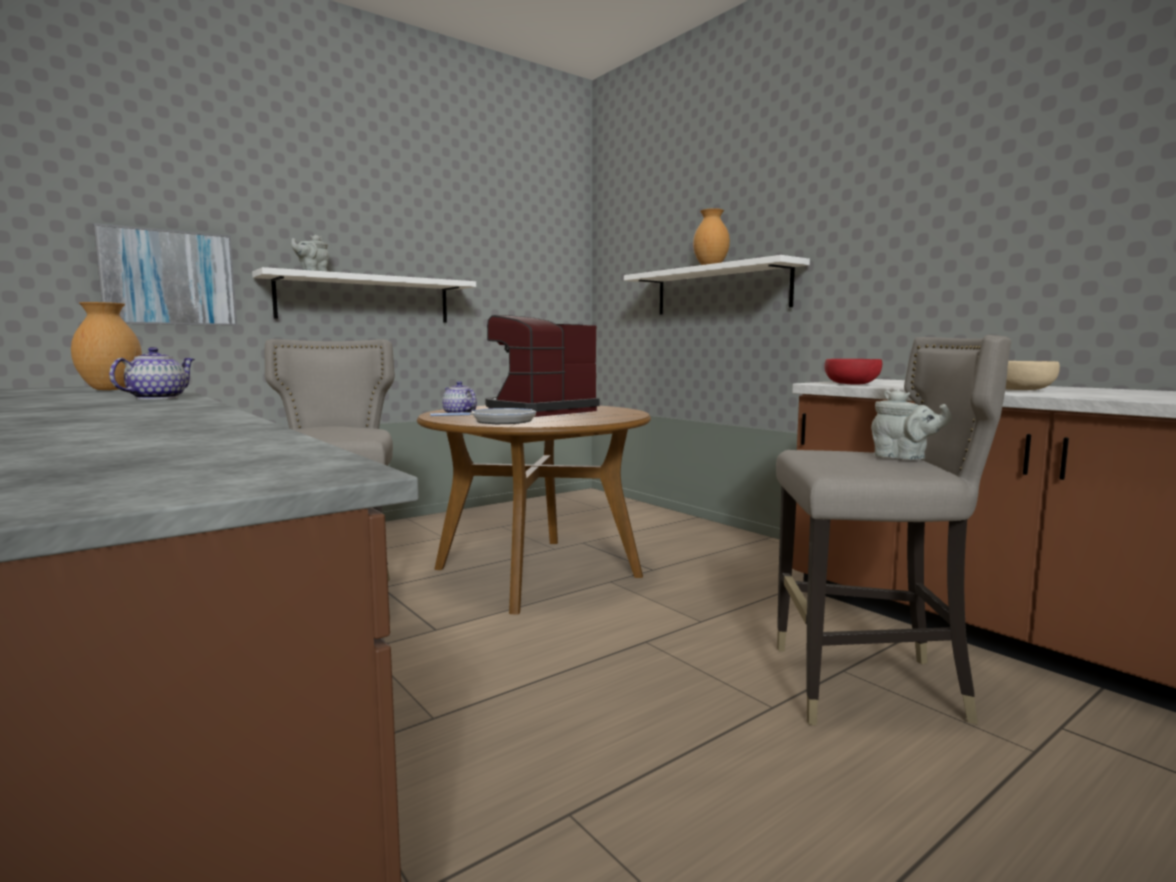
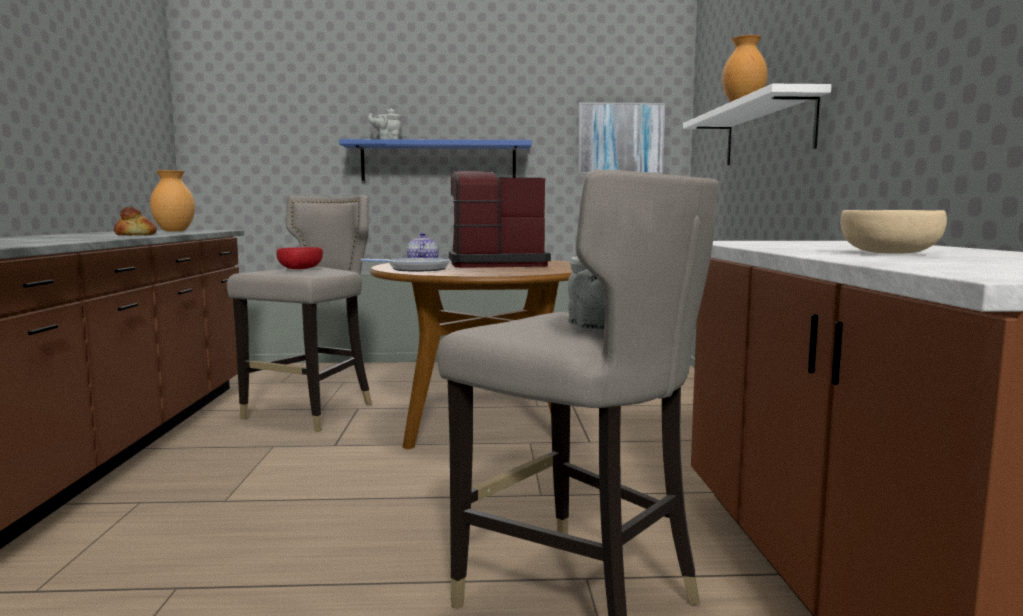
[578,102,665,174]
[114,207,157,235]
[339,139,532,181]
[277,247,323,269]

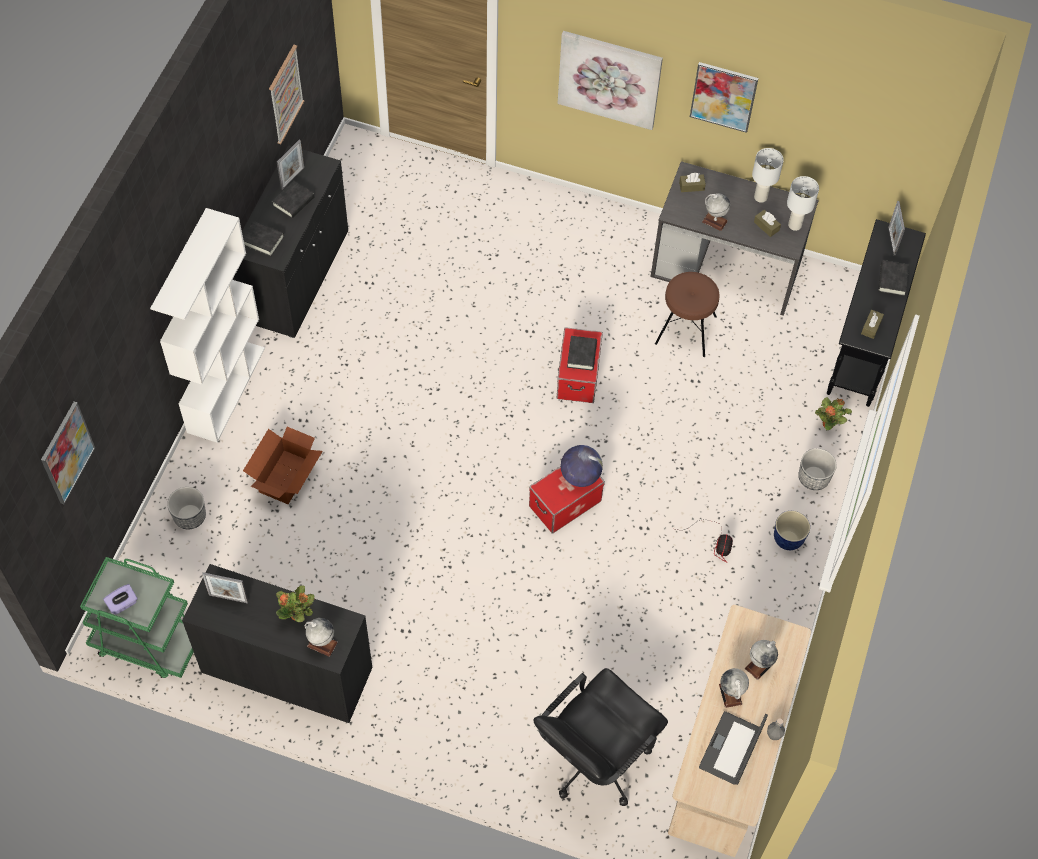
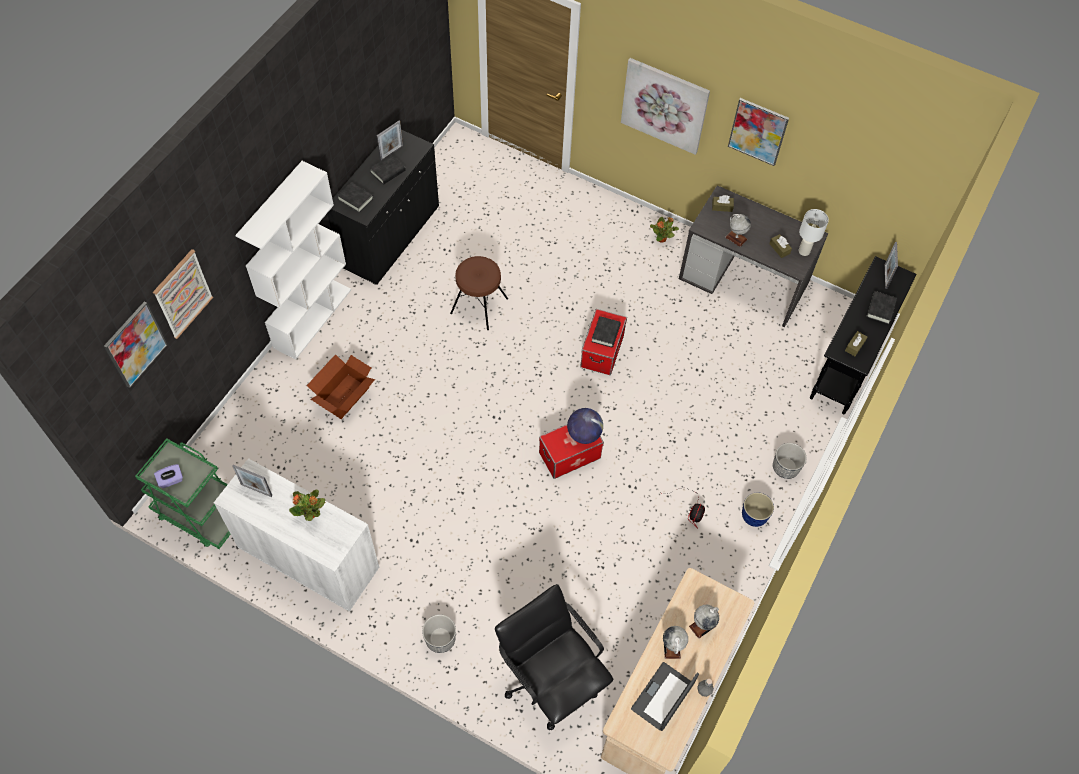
[422,614,456,653]
[214,458,379,612]
[153,249,213,339]
[305,618,338,657] (first image)
[495,584,613,730]
[450,256,508,330]
[752,148,784,203] (first image)
[650,217,679,242]

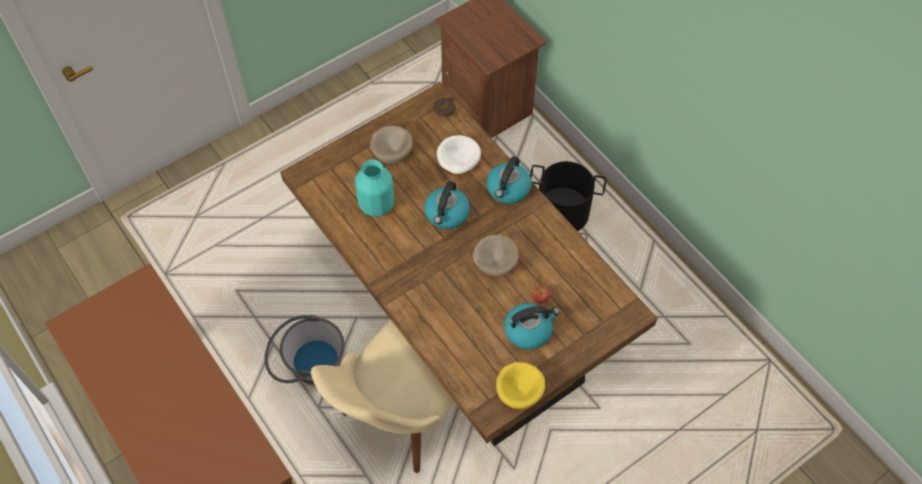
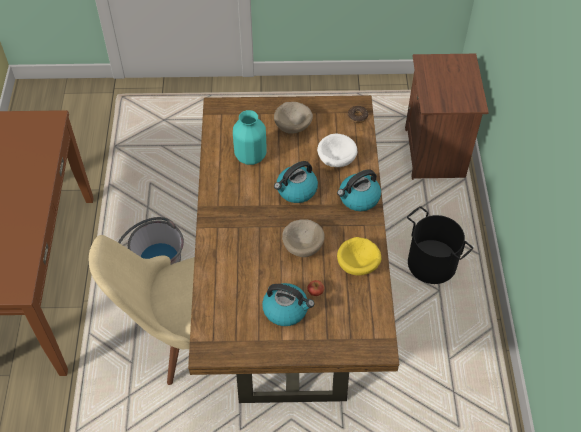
[337,237,382,275]

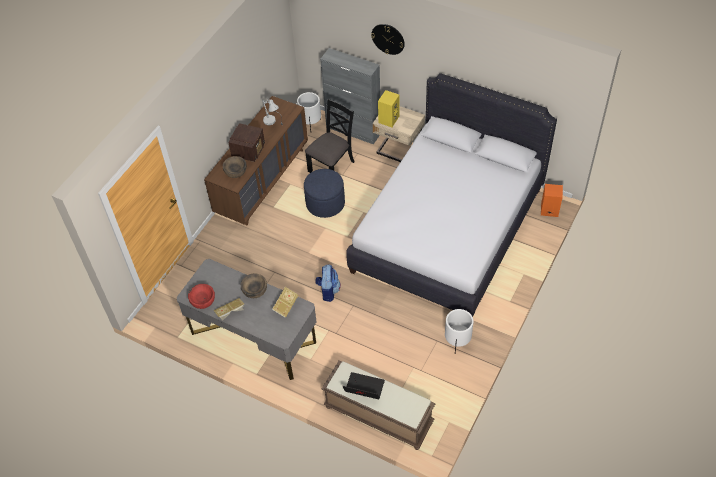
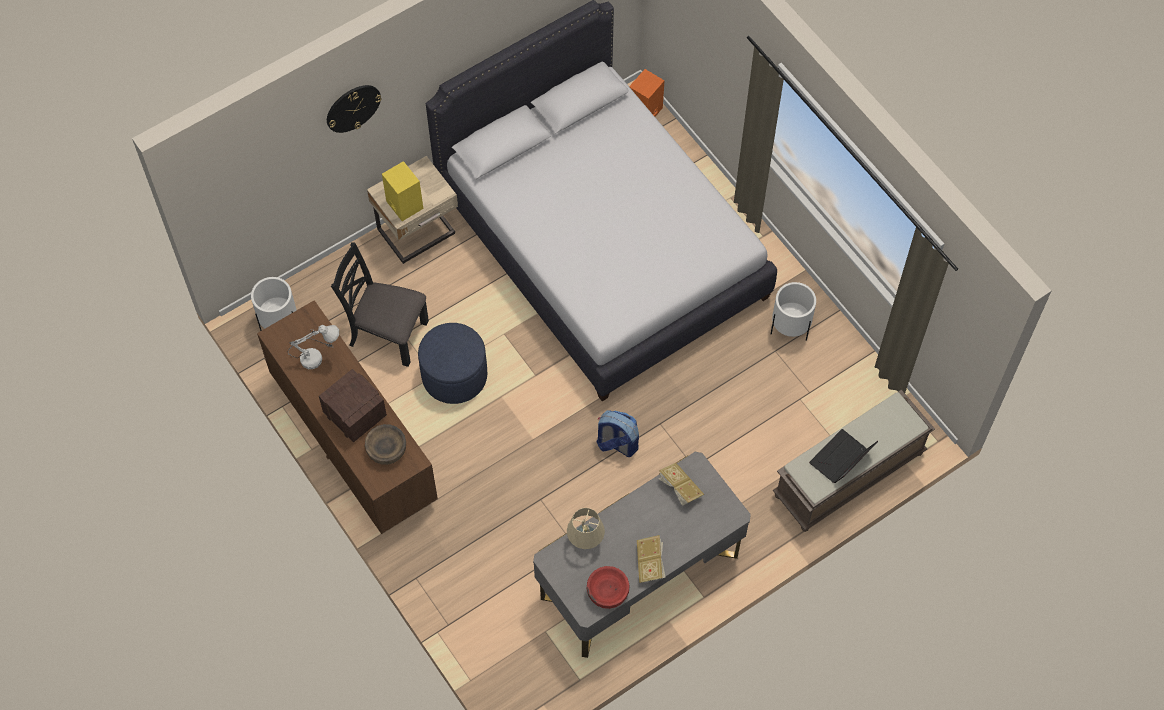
[241,273,267,298] (first image)
[331,242,429,367]
[320,48,380,144] (first image)
[567,508,605,549]

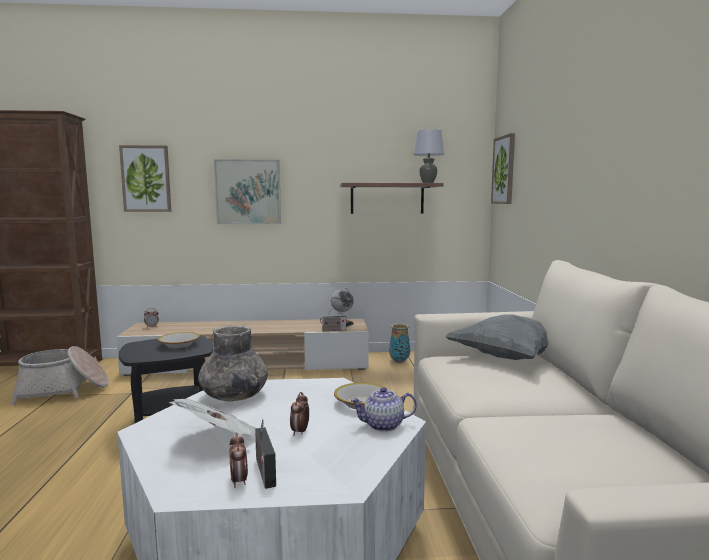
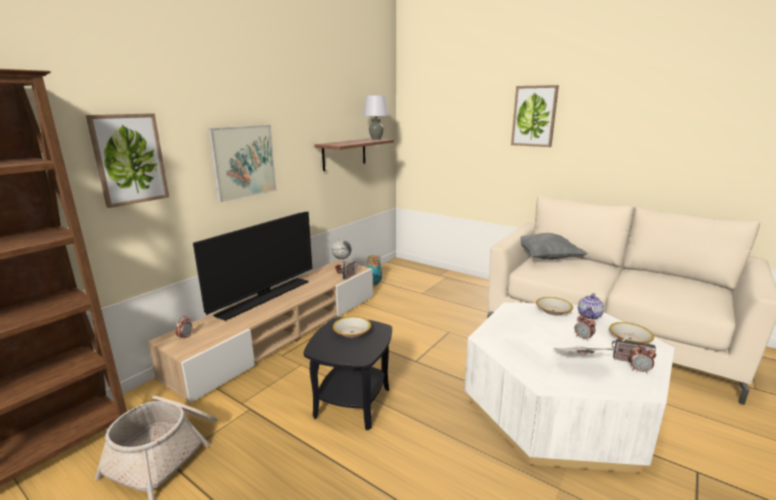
[198,325,268,401] (first image)
[511,85,559,147]
[193,211,312,321]
[609,322,654,343]

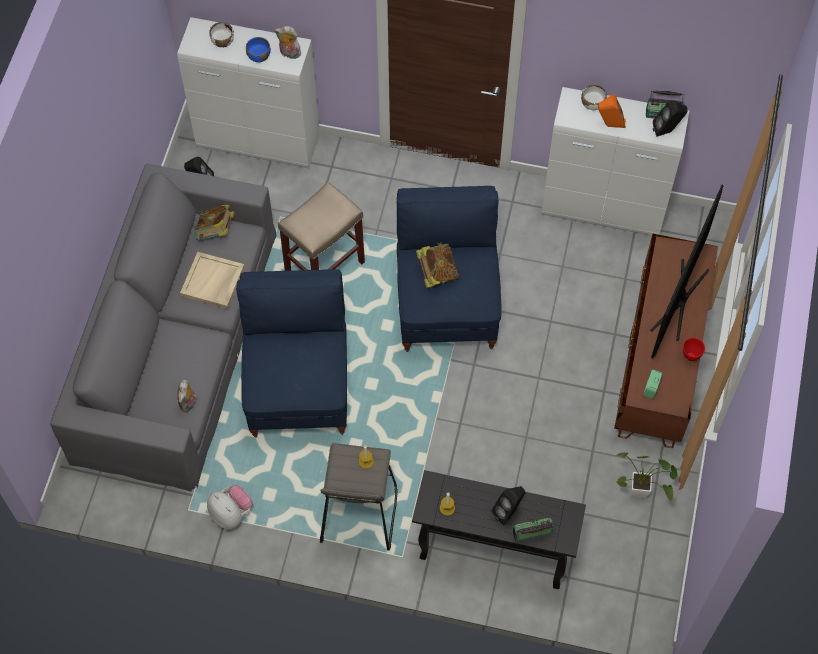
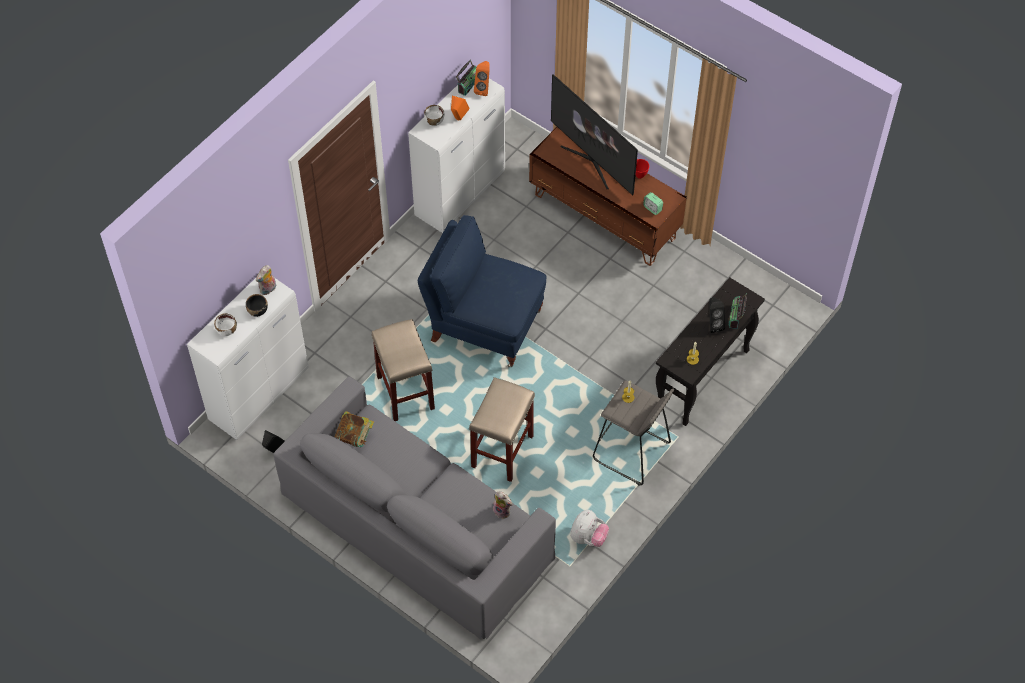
[180,252,245,309] (first image)
[570,510,609,547]
[469,377,535,482]
[246,294,268,317]
[416,242,459,288] (first image)
[616,453,678,501] (first image)
[474,61,490,96]

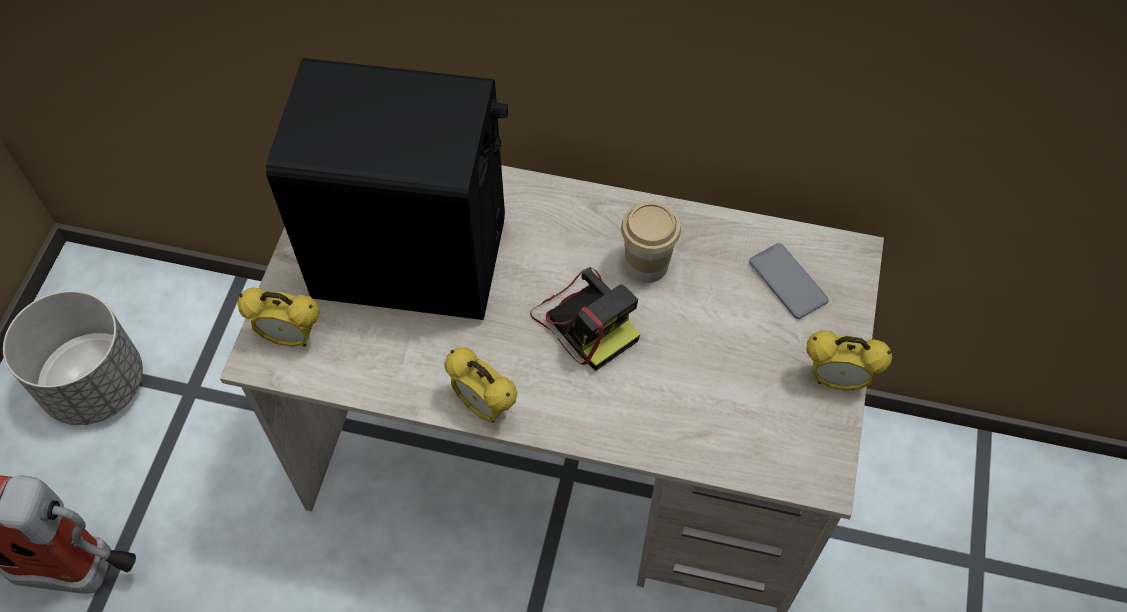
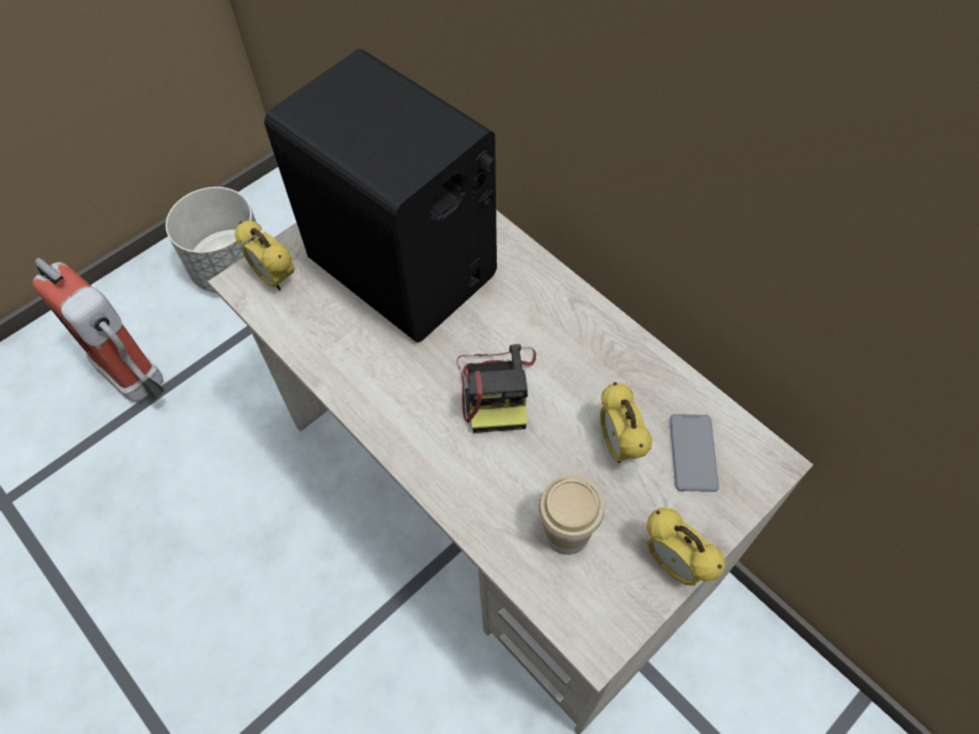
[600,382,652,463]
[539,476,605,555]

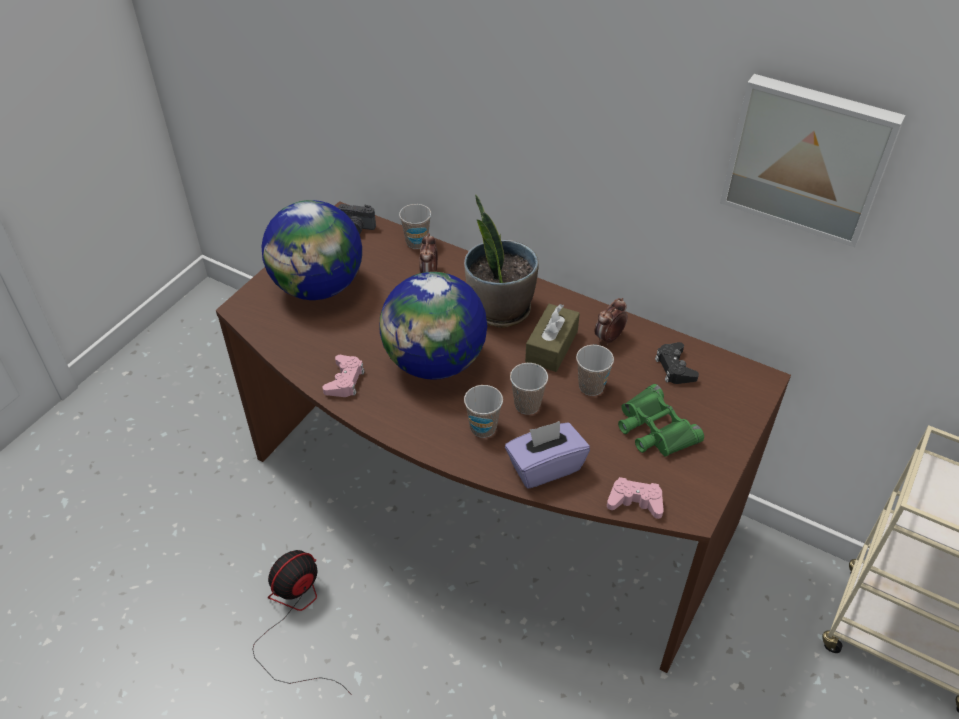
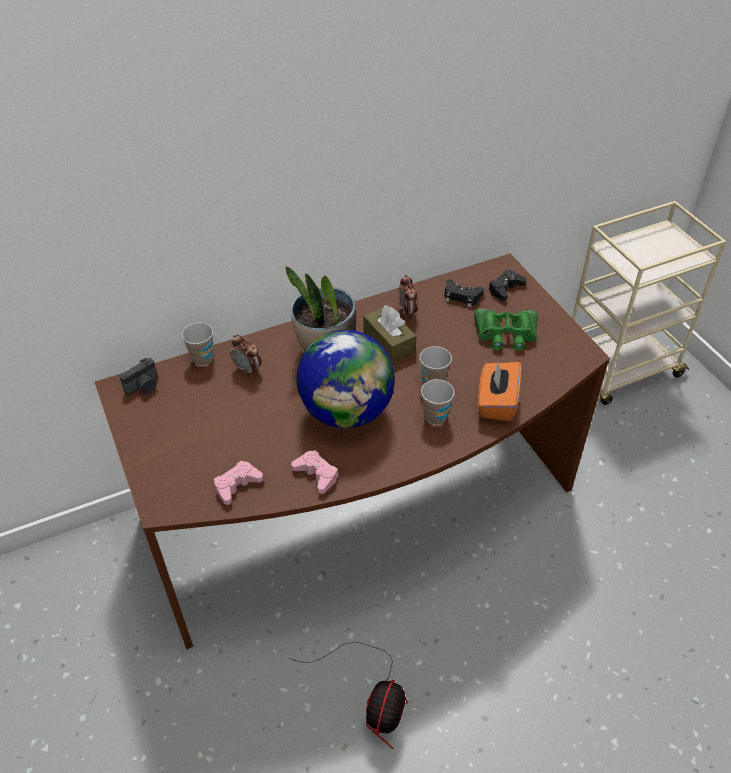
[289,642,408,749]
[262,200,362,300] (first image)
[478,362,522,422]
[576,345,614,396] (first image)
[214,461,263,505]
[720,74,906,247] (first image)
[488,270,527,301]

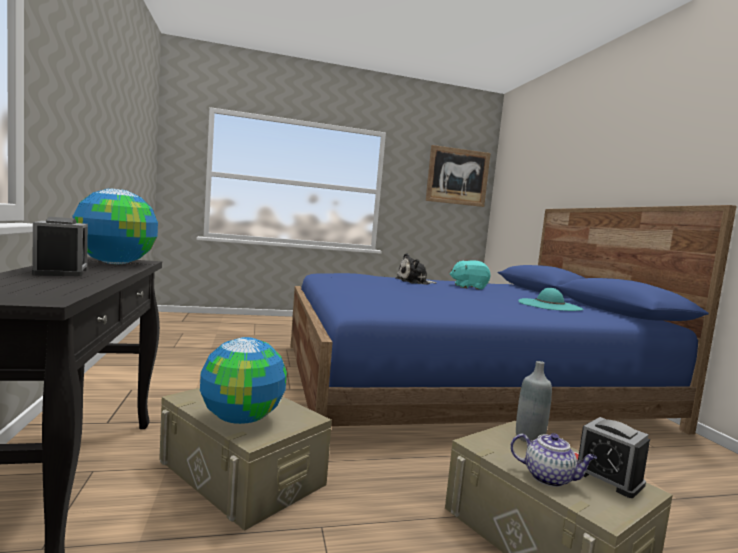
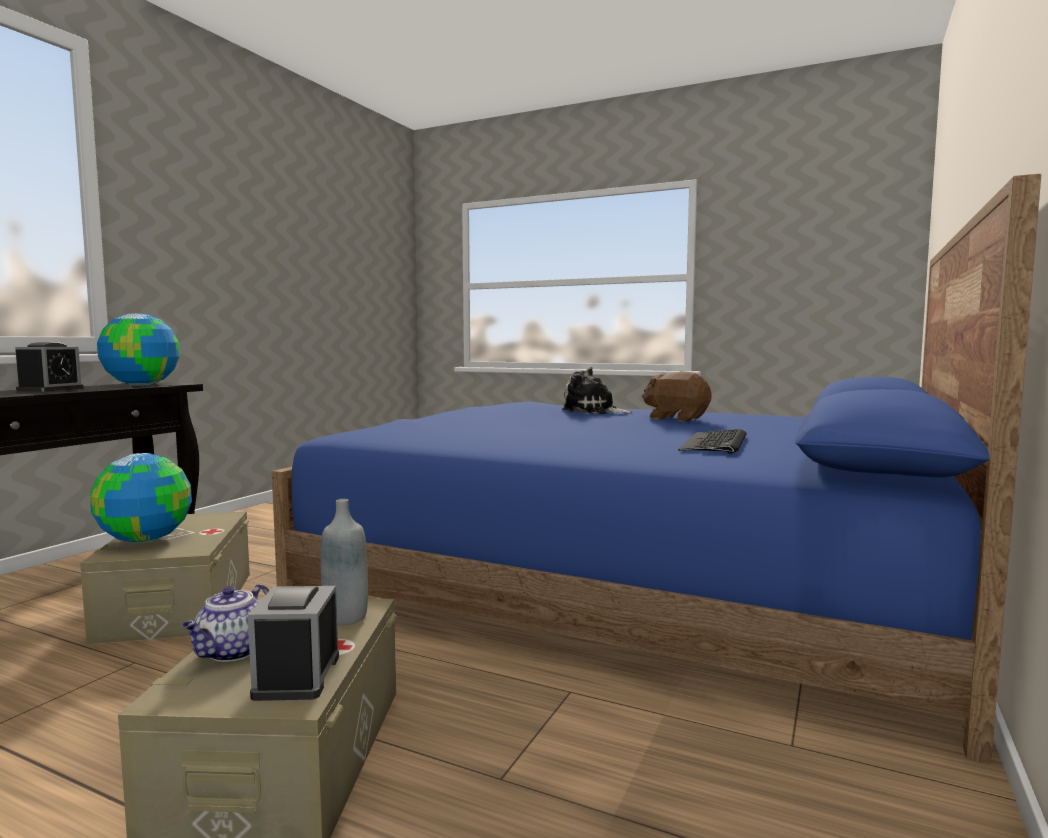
[426,145,491,207] (first image)
[642,371,712,422]
[182,584,270,662]
[678,429,747,454]

